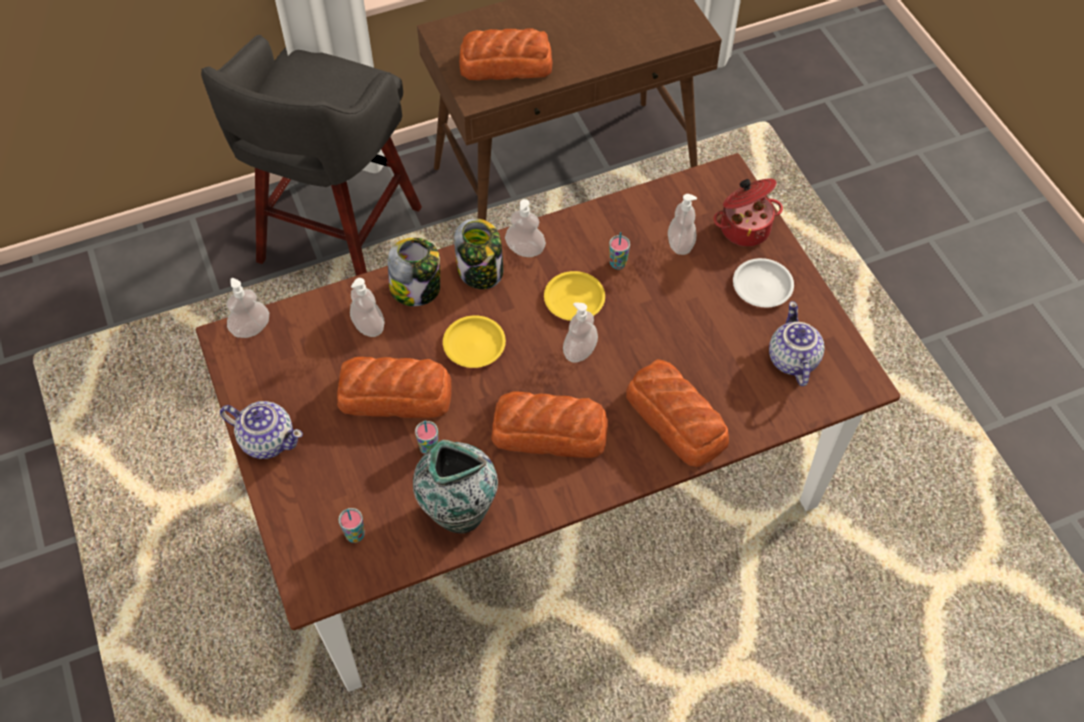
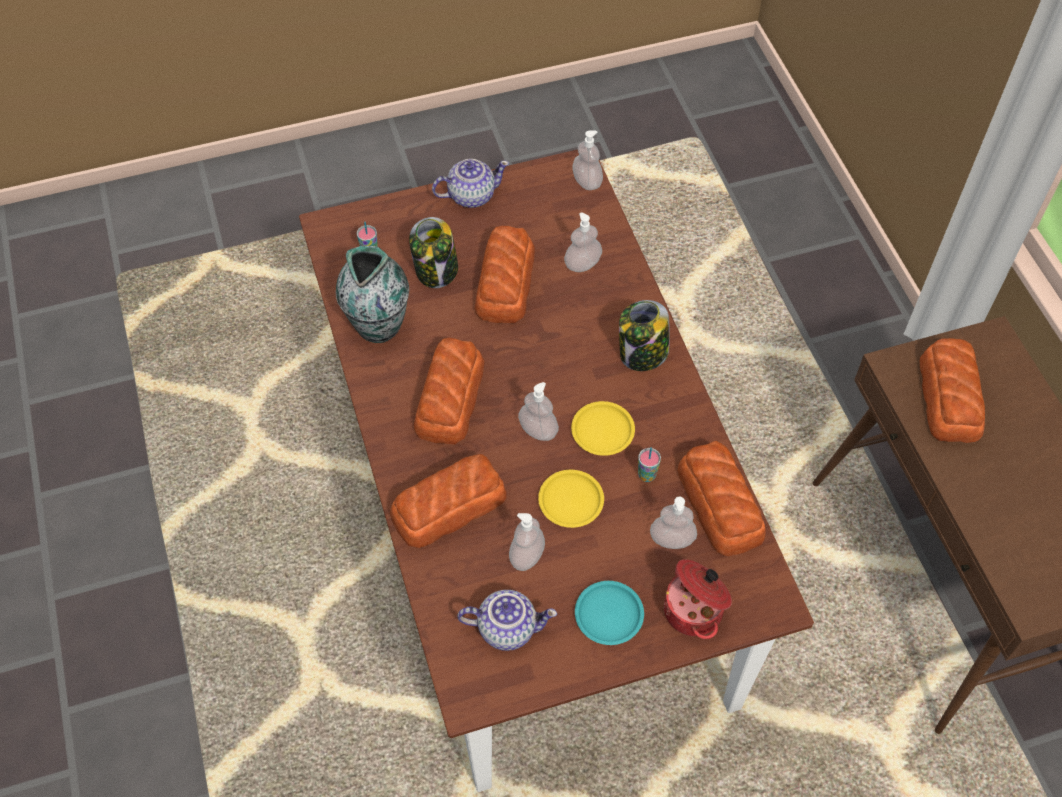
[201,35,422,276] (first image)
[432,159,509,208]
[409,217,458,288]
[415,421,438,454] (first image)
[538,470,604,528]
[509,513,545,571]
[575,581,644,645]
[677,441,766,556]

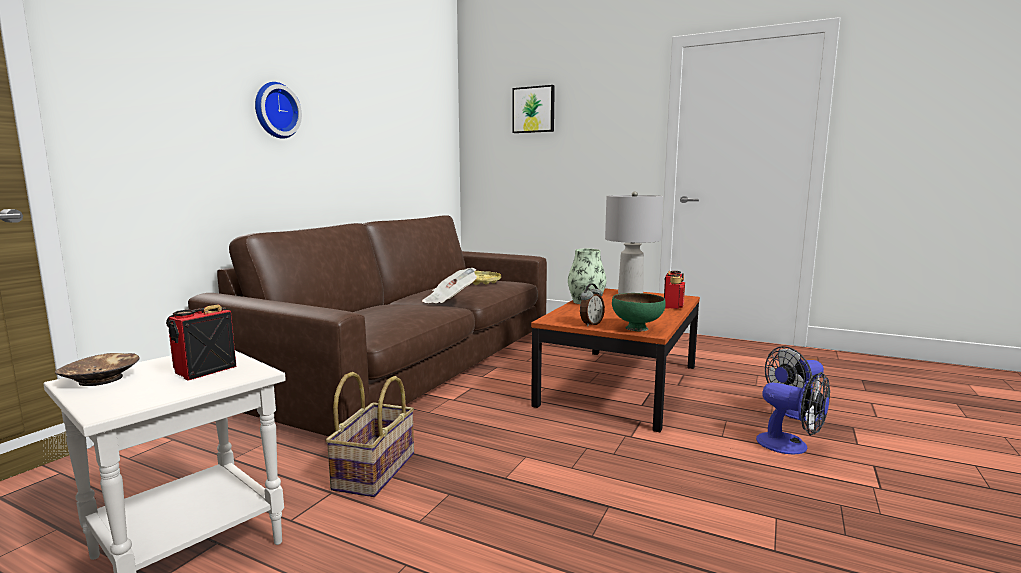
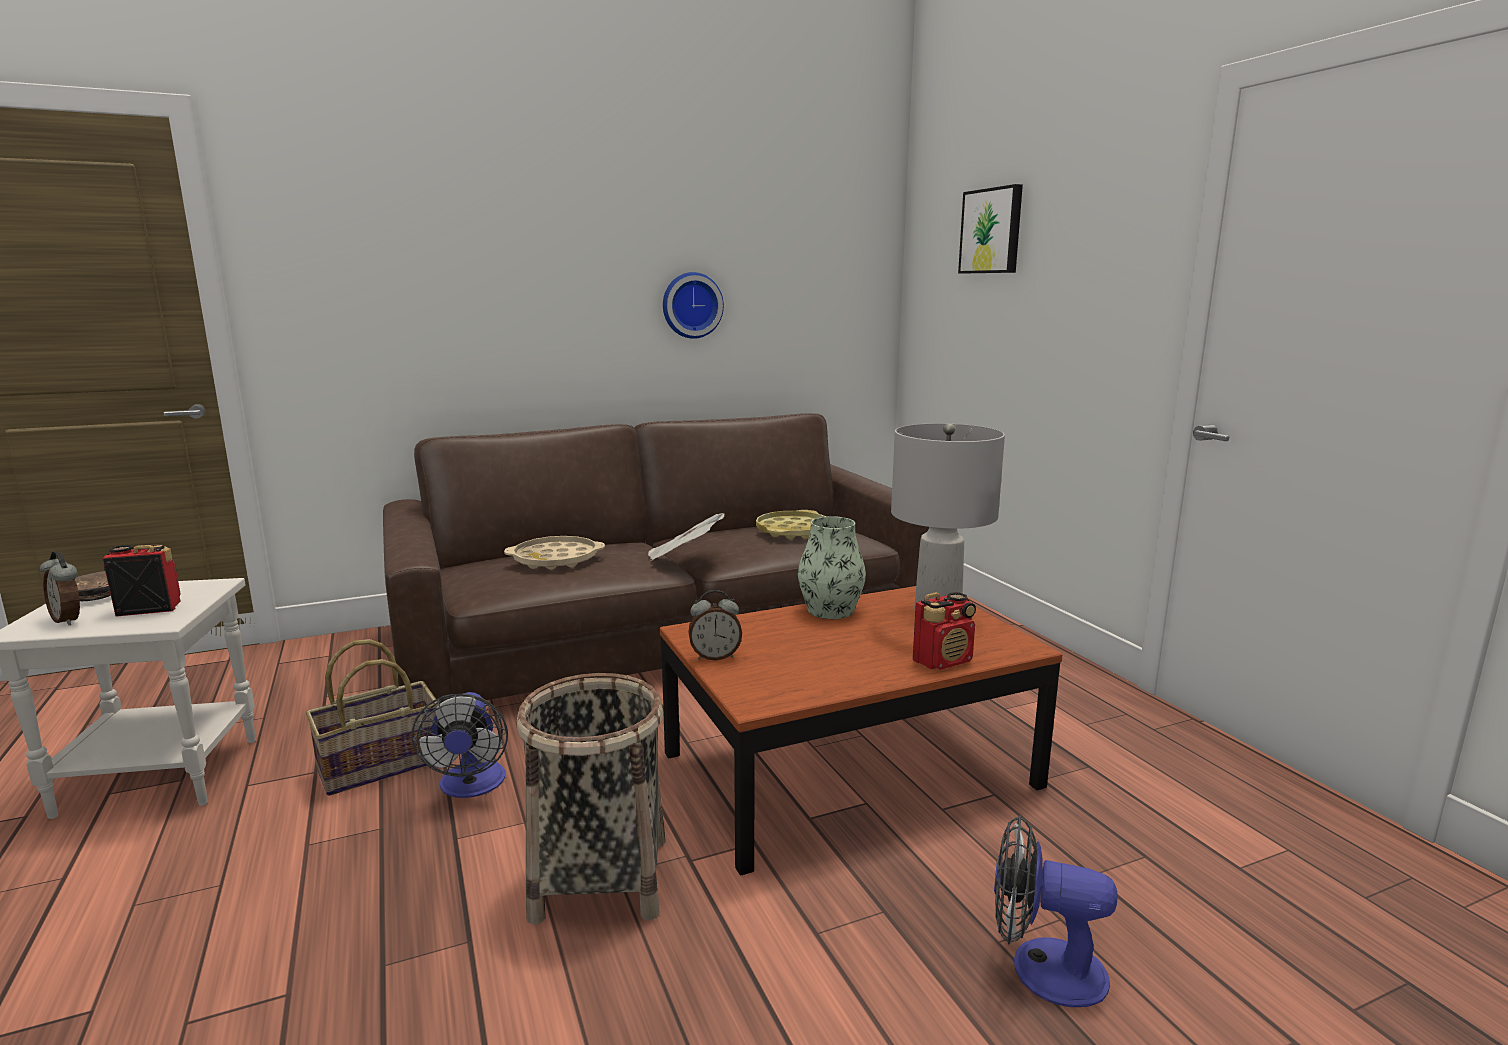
[663,272,724,339]
[612,293,666,331] (first image)
[412,692,508,798]
[40,551,80,625]
[504,536,605,570]
[516,673,665,925]

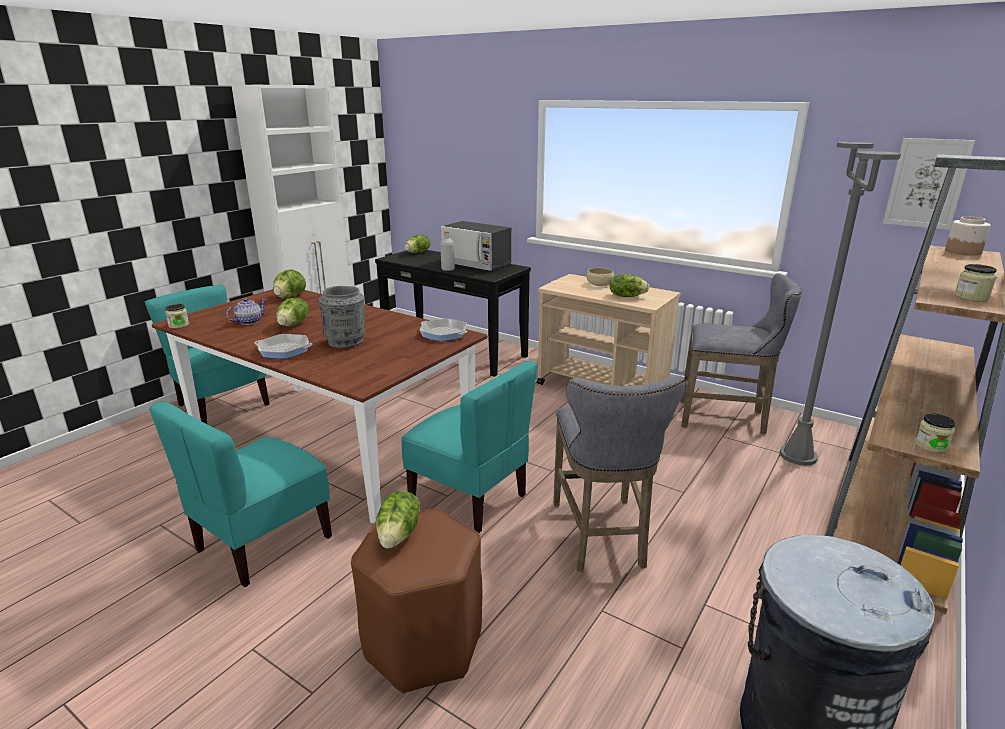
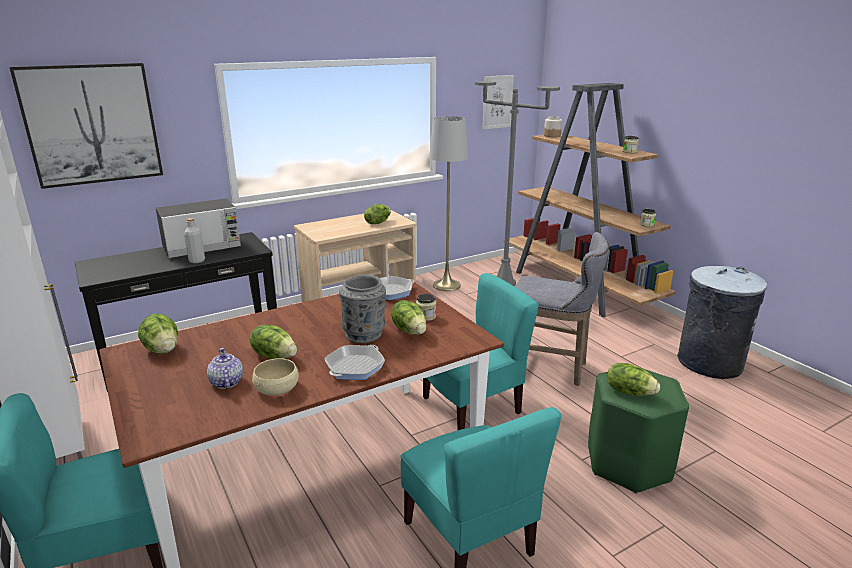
[416,294,436,321]
[588,368,689,494]
[391,300,427,334]
[252,358,299,395]
[429,116,468,291]
[9,63,163,189]

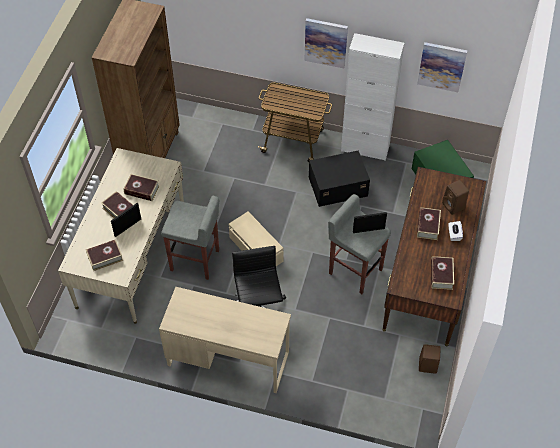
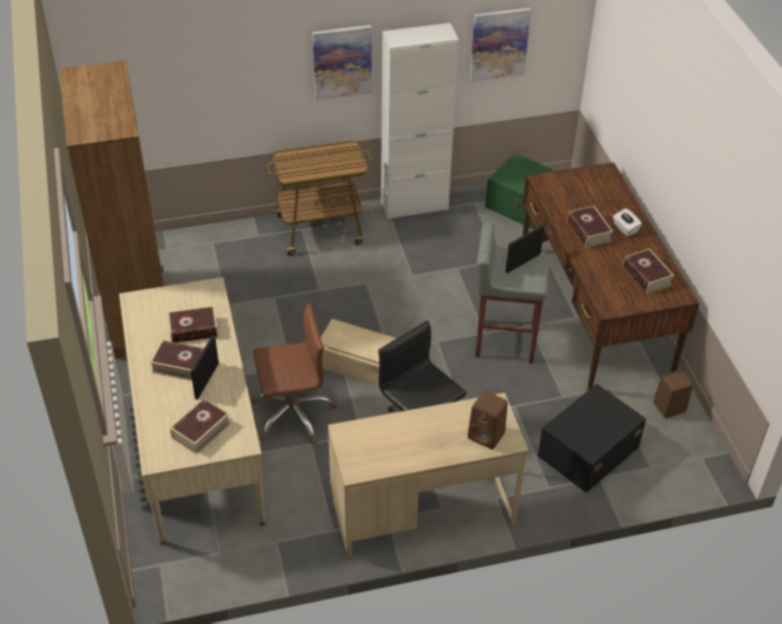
[251,304,337,444]
[538,384,646,493]
[468,391,508,449]

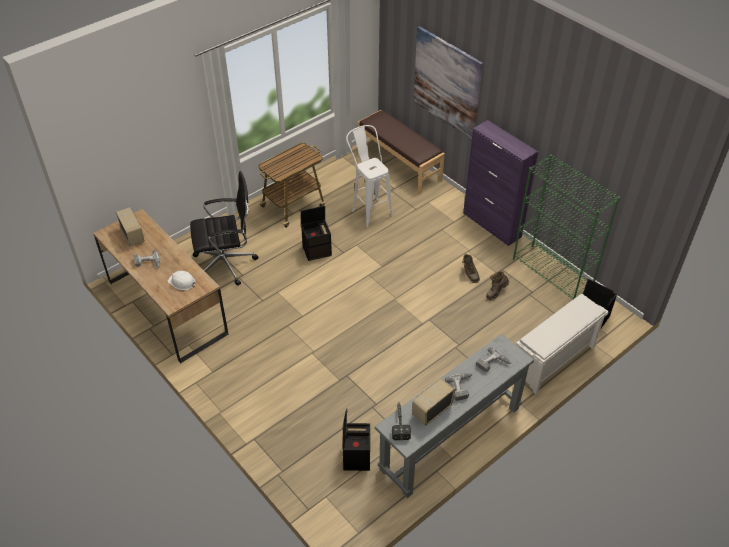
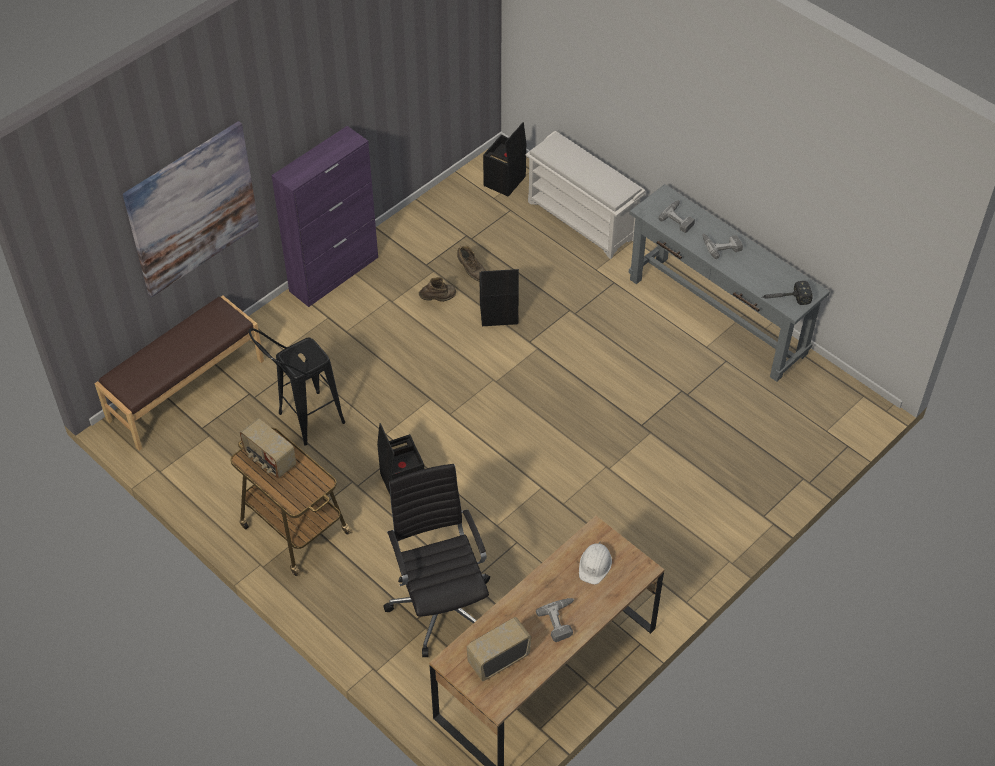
[479,269,519,326]
[249,328,345,446]
[239,418,296,479]
[513,154,620,299] (first image)

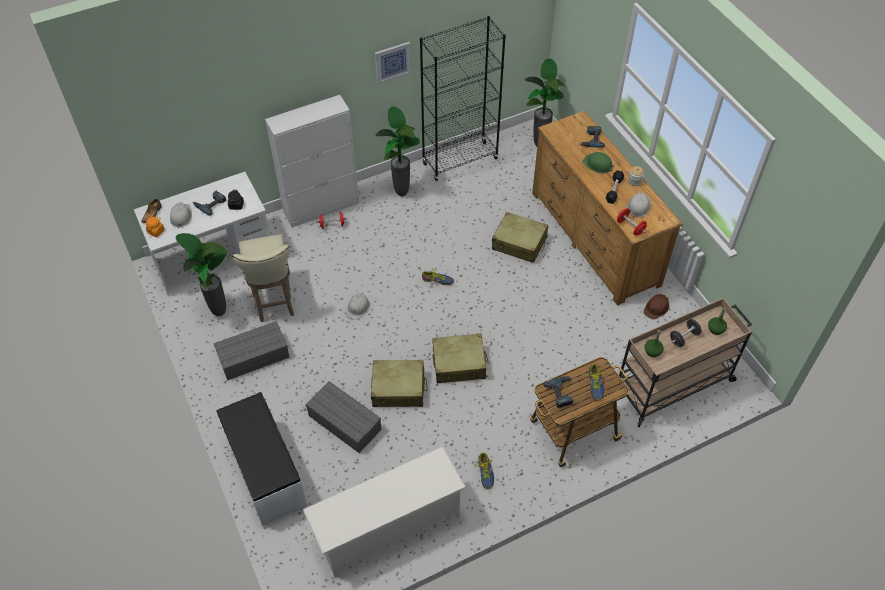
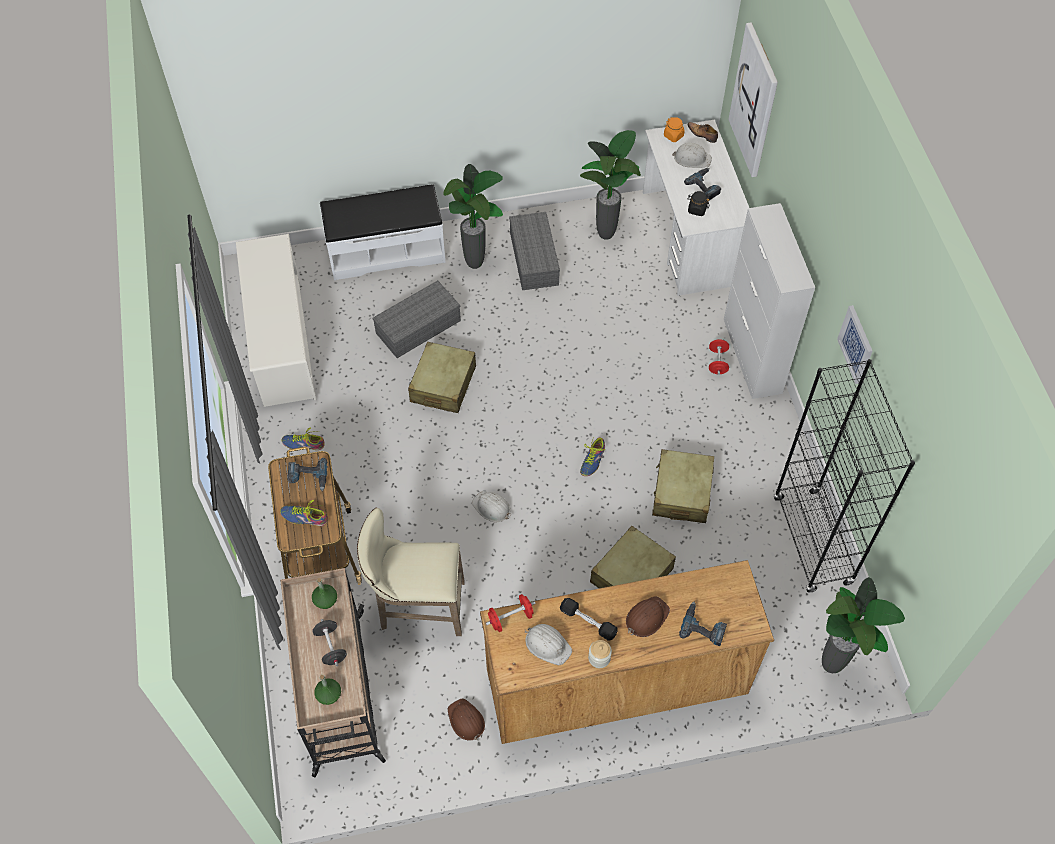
[357,507,465,636]
[472,491,511,522]
[443,164,503,269]
[652,449,714,523]
[626,596,670,637]
[728,23,778,177]

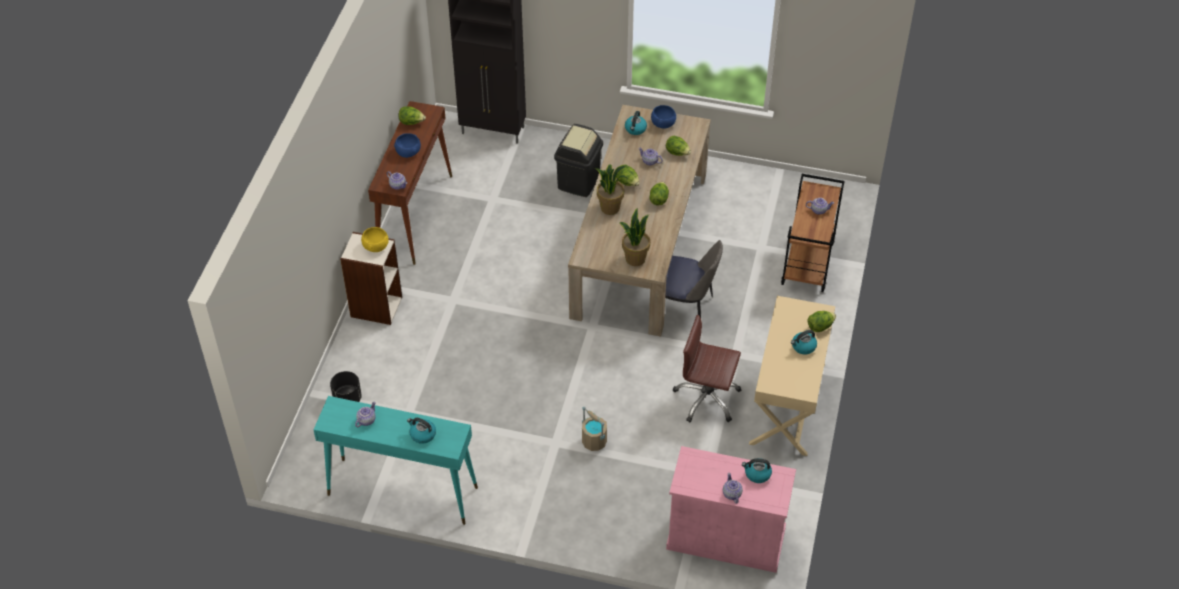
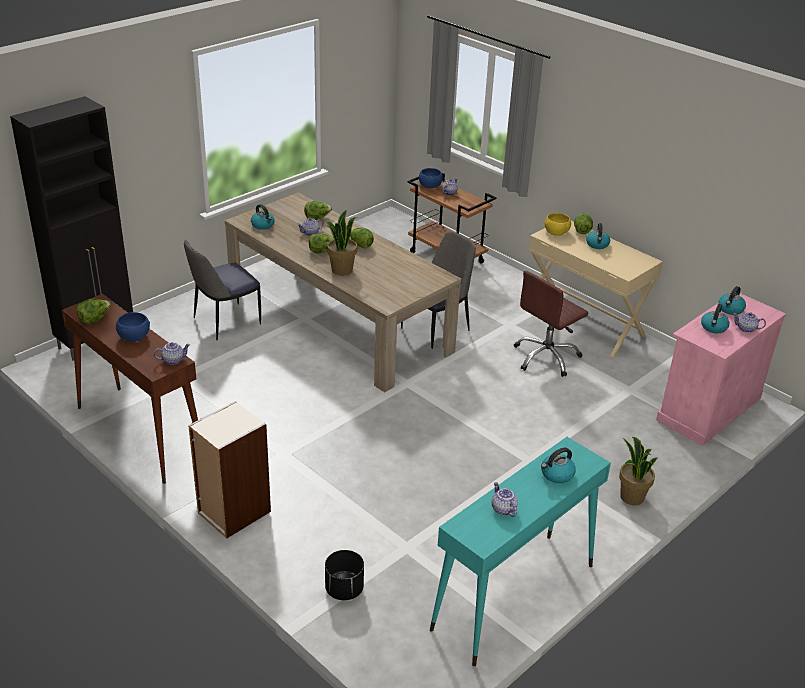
[545,213,571,236]
[184,240,261,340]
[582,407,607,451] (first image)
[619,437,658,505]
[419,168,443,188]
[701,304,729,333]

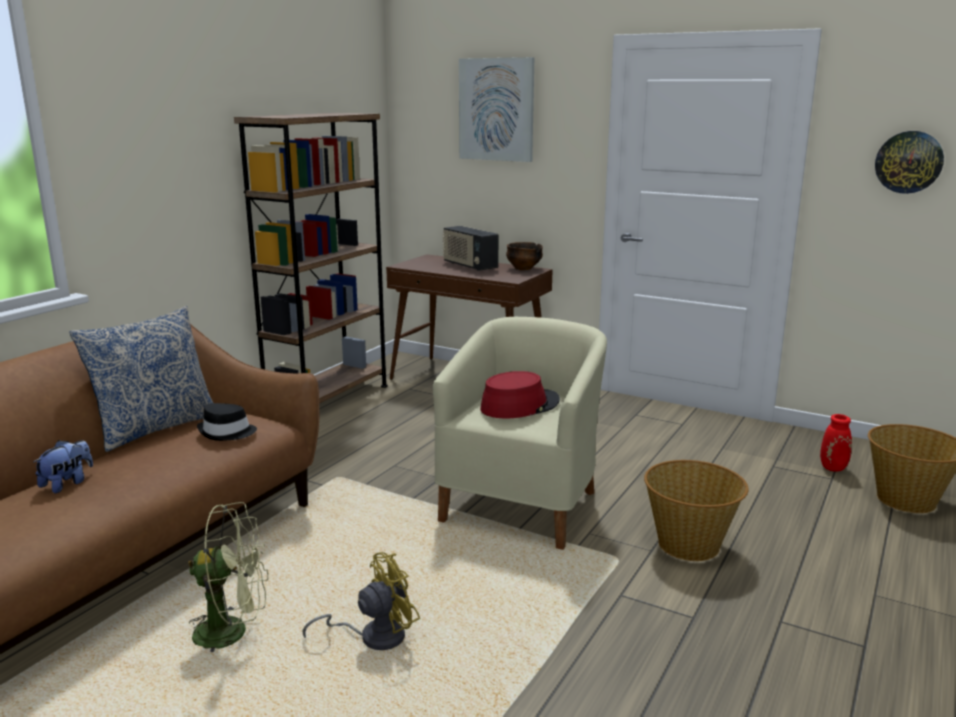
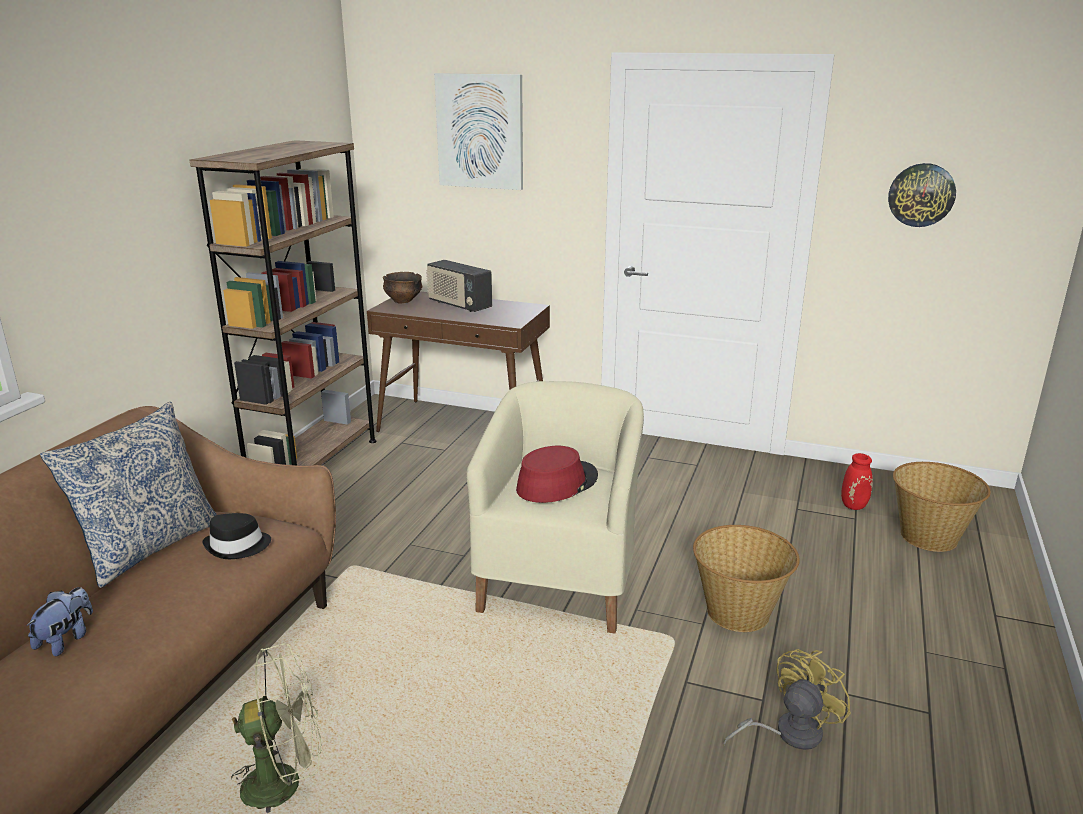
[723,649,851,750]
[383,272,422,303]

